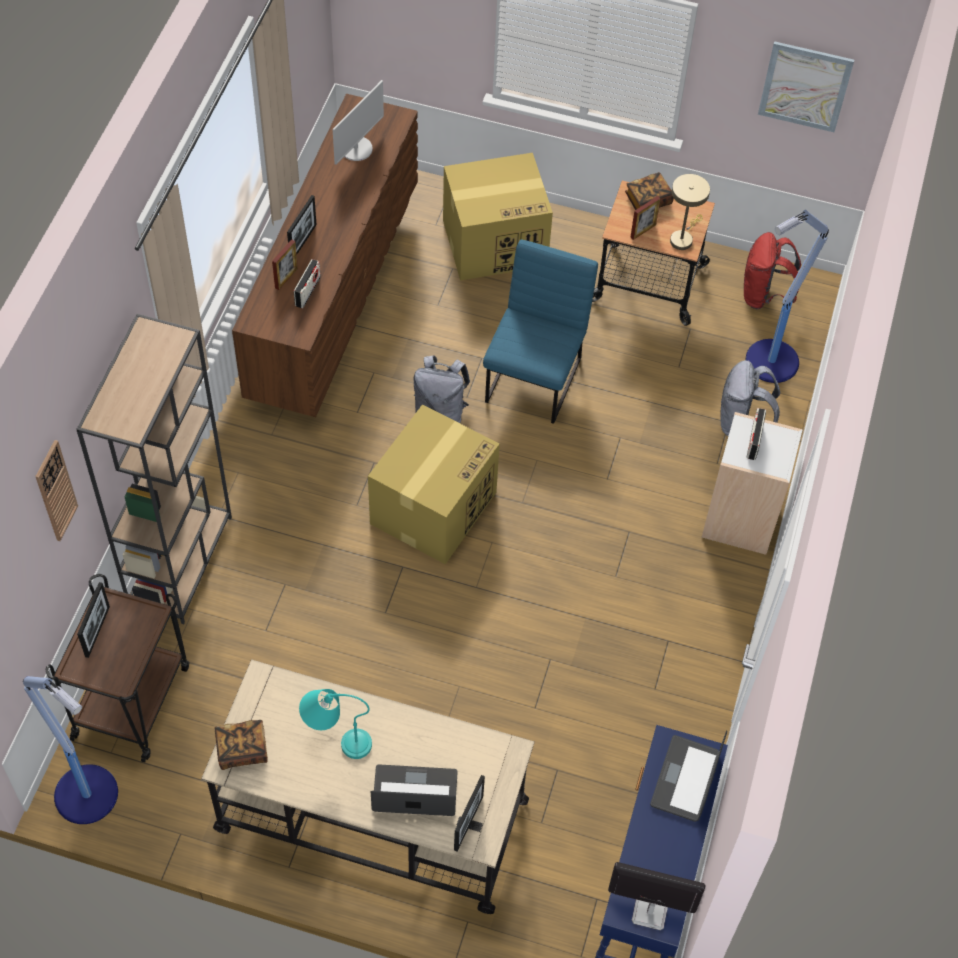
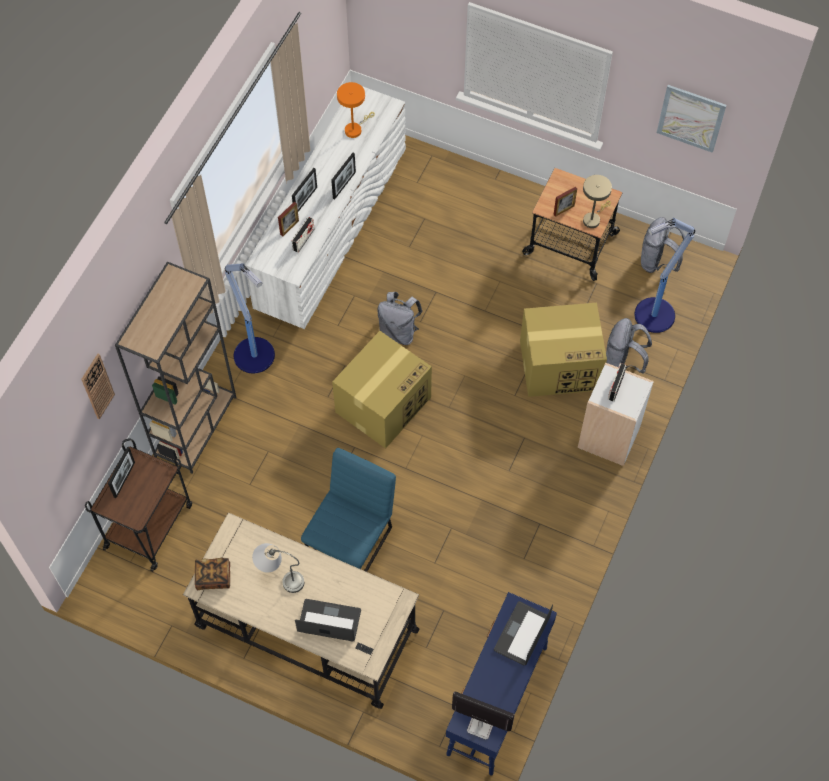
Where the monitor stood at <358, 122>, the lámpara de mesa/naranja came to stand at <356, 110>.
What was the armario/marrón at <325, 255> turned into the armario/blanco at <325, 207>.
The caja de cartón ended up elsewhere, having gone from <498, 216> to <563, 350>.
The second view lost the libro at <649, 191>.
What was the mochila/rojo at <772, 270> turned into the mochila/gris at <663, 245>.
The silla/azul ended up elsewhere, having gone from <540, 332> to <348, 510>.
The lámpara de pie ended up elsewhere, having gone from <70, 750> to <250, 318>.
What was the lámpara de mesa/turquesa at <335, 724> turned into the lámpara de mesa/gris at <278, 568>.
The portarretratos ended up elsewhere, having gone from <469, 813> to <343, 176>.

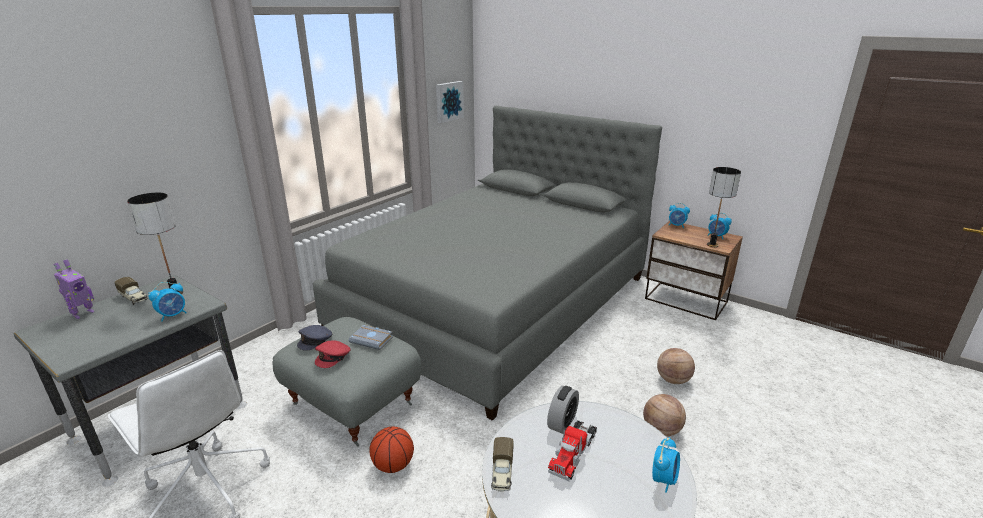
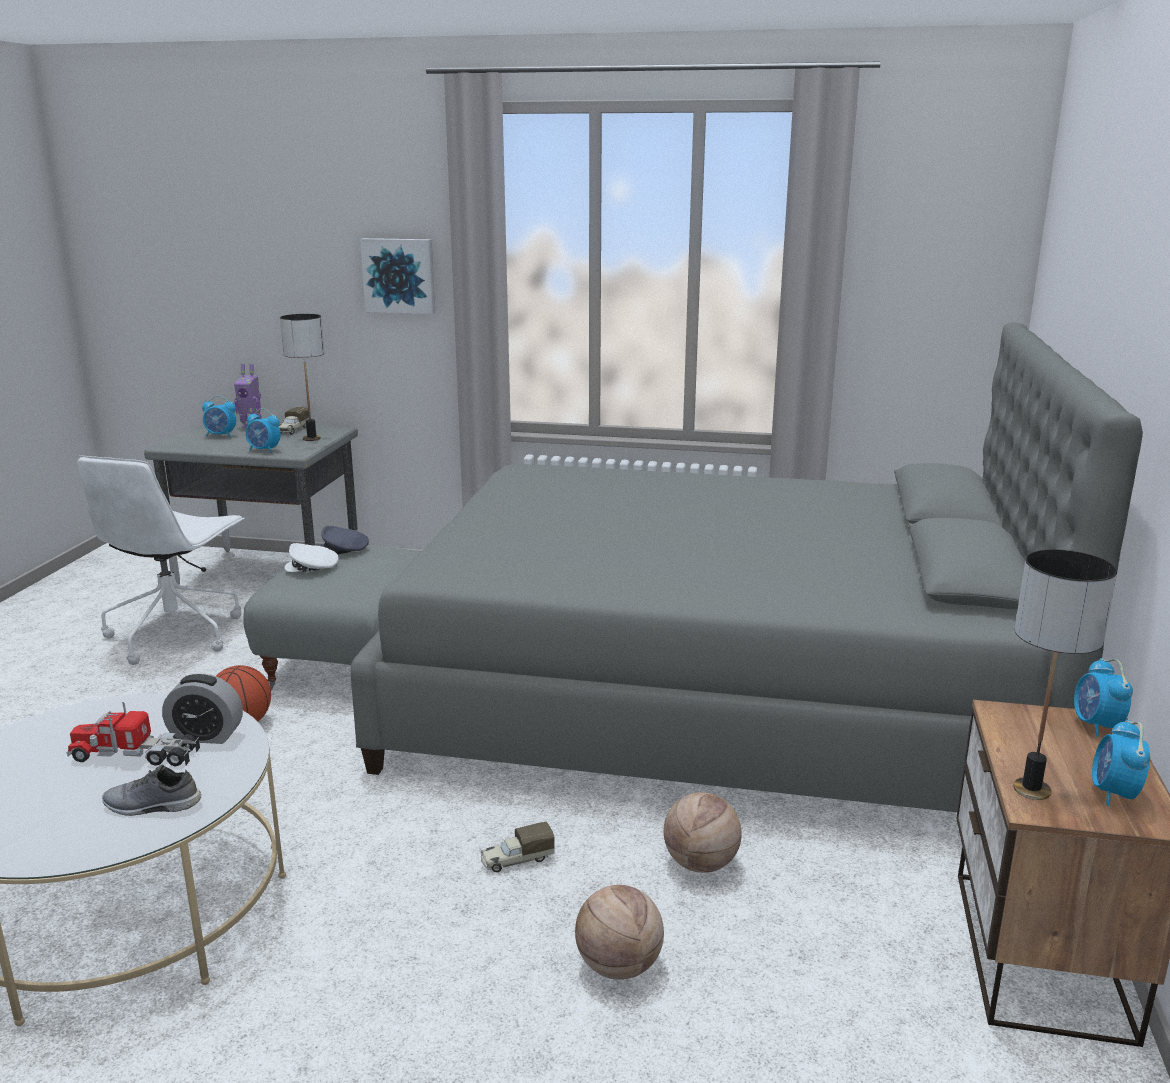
The cuadro ended up elsewhere, having gone from <450, 102> to <397, 276>.
The second view lost the libro/gris at <371, 337>.
What was the gorra/rojo at <333, 354> turned into the gorra/blanco at <311, 558>.
The balón de baloncesto ended up elsewhere, having gone from <664, 415> to <703, 832>.
The camión de juguete ended up elsewhere, having gone from <502, 464> to <518, 847>.
The despertador ended up elsewhere, having gone from <666, 465> to <219, 416>.
The second view gained the zapato/gris at <151, 790>.

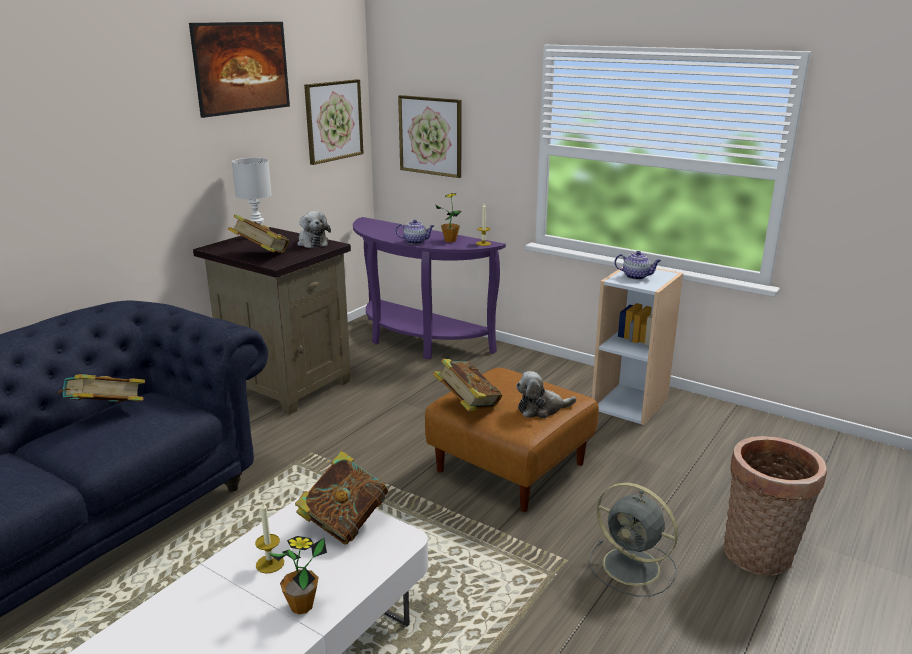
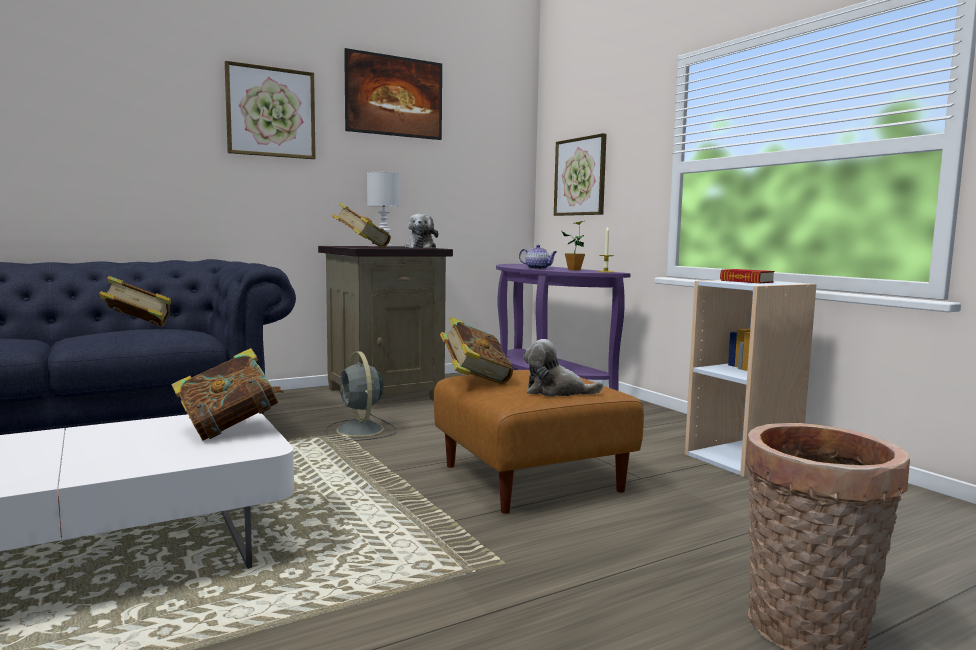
The cuadro ended up elsewhere, having gone from <334, 122> to <270, 110>.
Where the tetera stood at <637, 265>, the libro came to stand at <747, 276>.
The ventilador/gris ended up elsewhere, having gone from <633, 539> to <361, 396>.
The second view lost the vela at <269, 538>.
The second view lost the planta en maceta at <297, 575>.

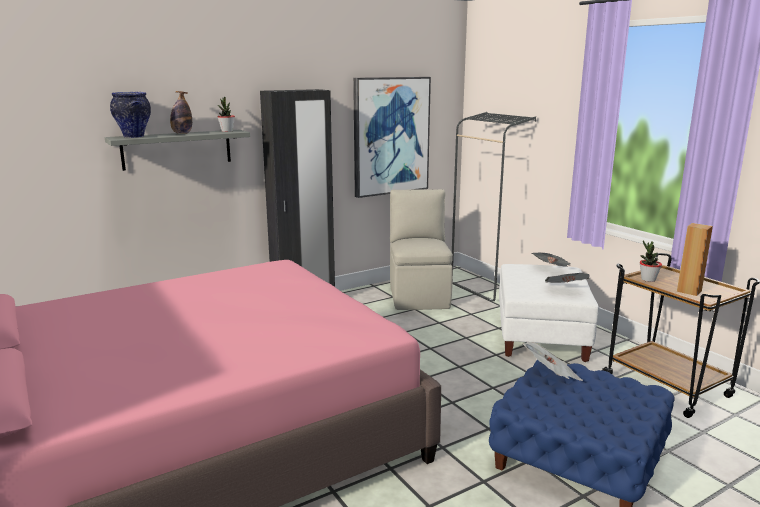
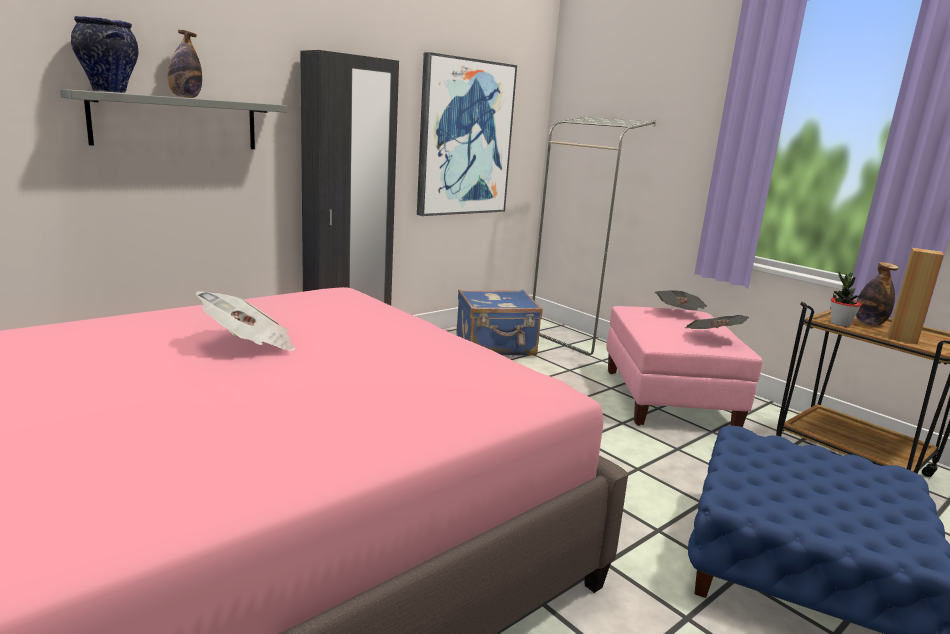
The second view lost the planta en maceta at <226, 114>.
Where the silla/beis stood at <421, 249>, the maleta/azul came to stand at <499, 322>.
What was the puf/blanco at <549, 313> turned into the puf/rosa at <684, 366>.
The periódico ended up elsewhere, having gone from <552, 361> to <246, 321>.
The second view gained the botella at <877, 294>.

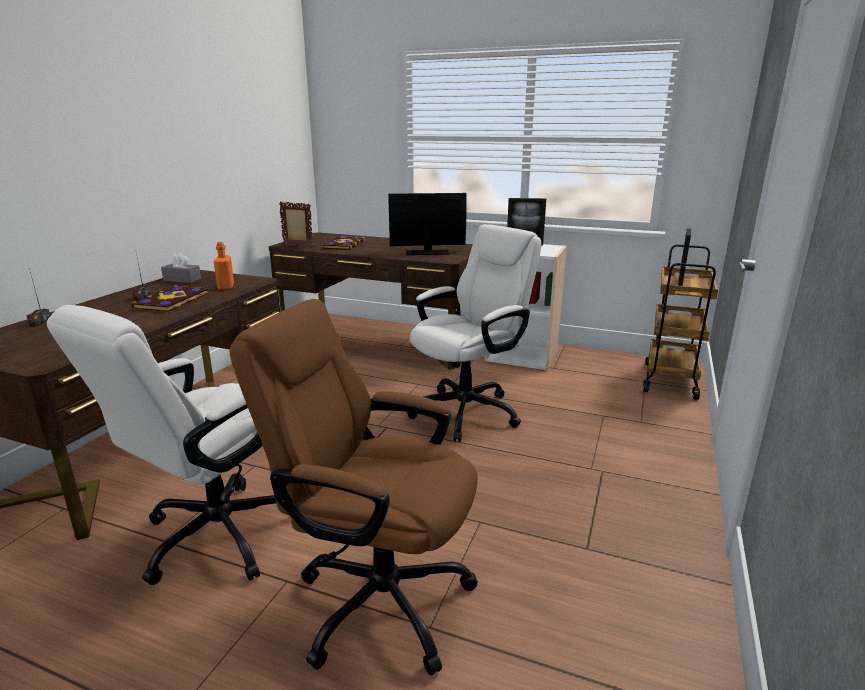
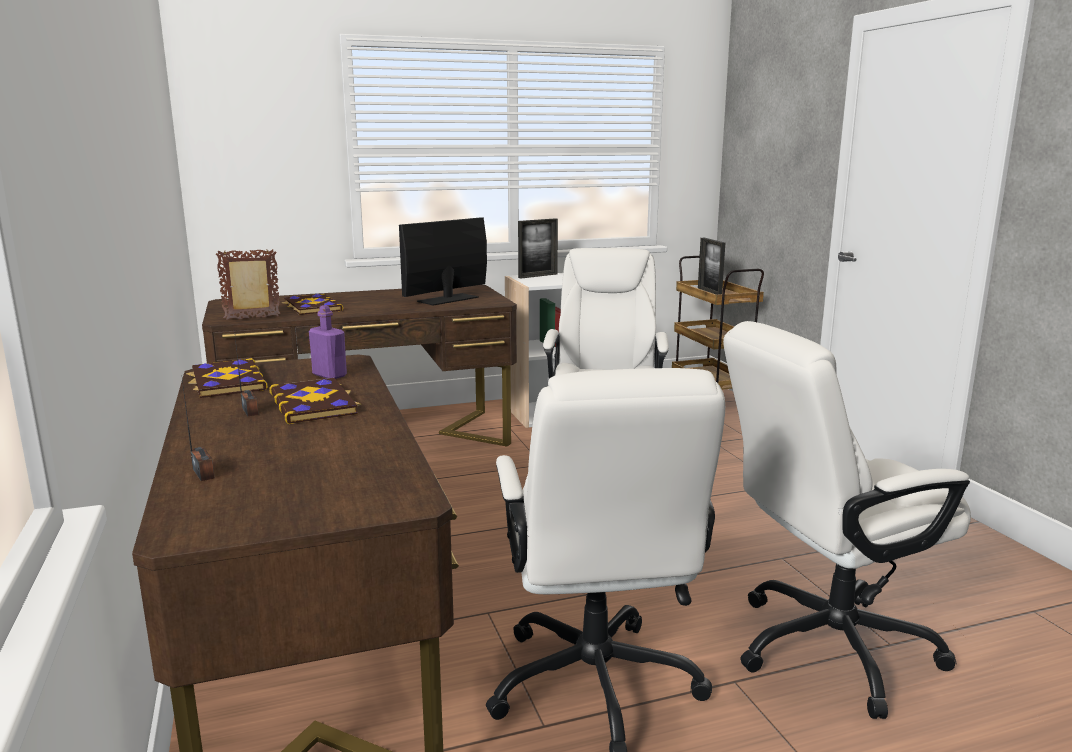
What was the botella/naranja at <224, 266> turned into the botella/morado at <328, 342>.
Where the caja de pañuelos/gris stood at <181, 268>, the libro came to stand at <226, 378>.
What was the silla de oficina/marrón at <354, 487> turned into the silla de oficina/blanco at <847, 520>.

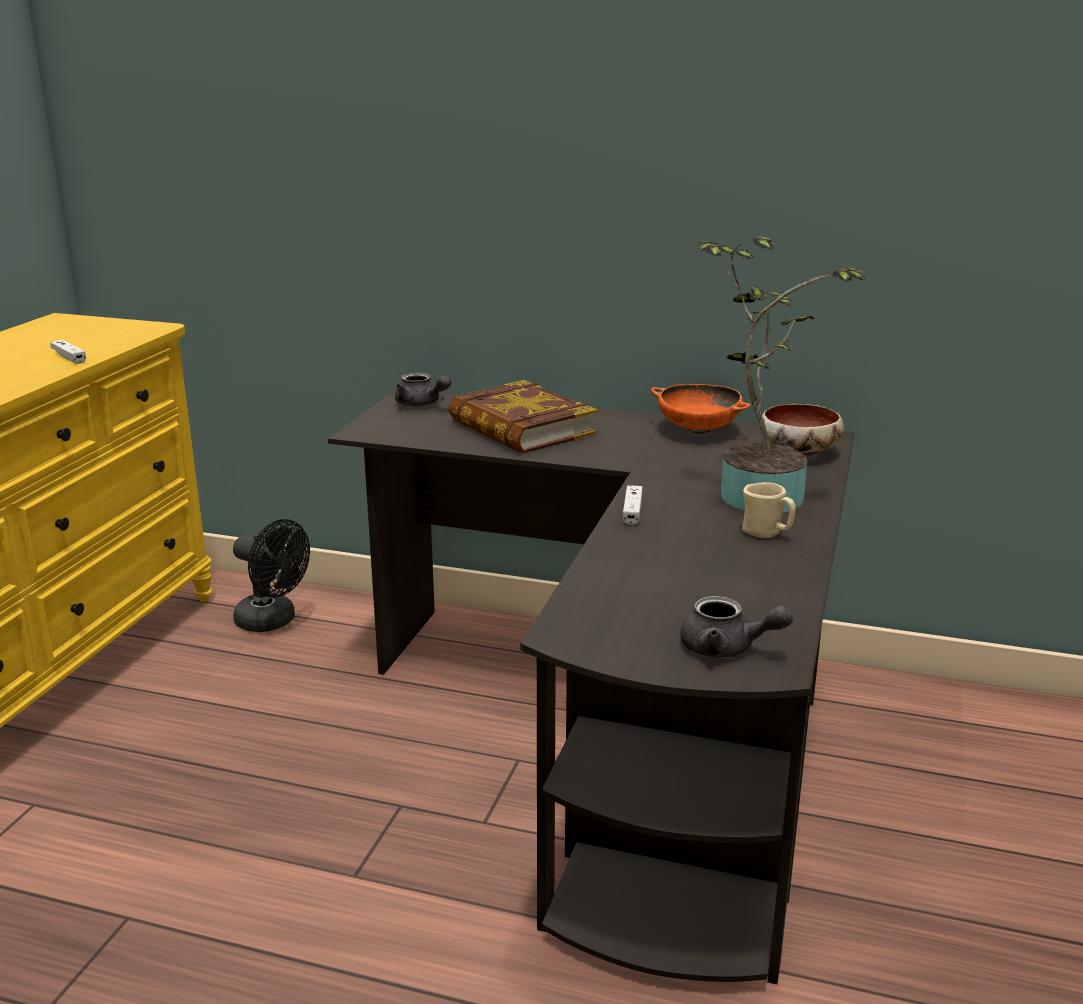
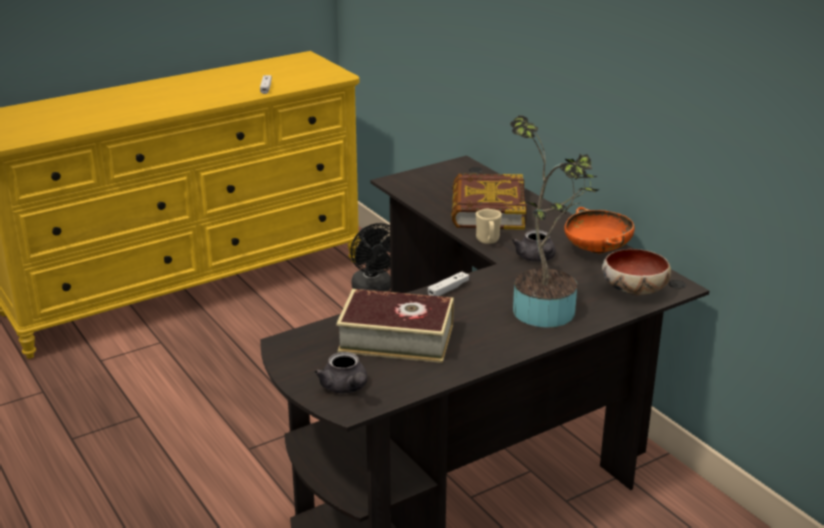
The tetera/gris ended up elsewhere, having gone from <423, 390> to <534, 246>.
The taza grande/beis ended up elsewhere, having gone from <769, 510> to <489, 226>.
The second view gained the libro at <395, 326>.

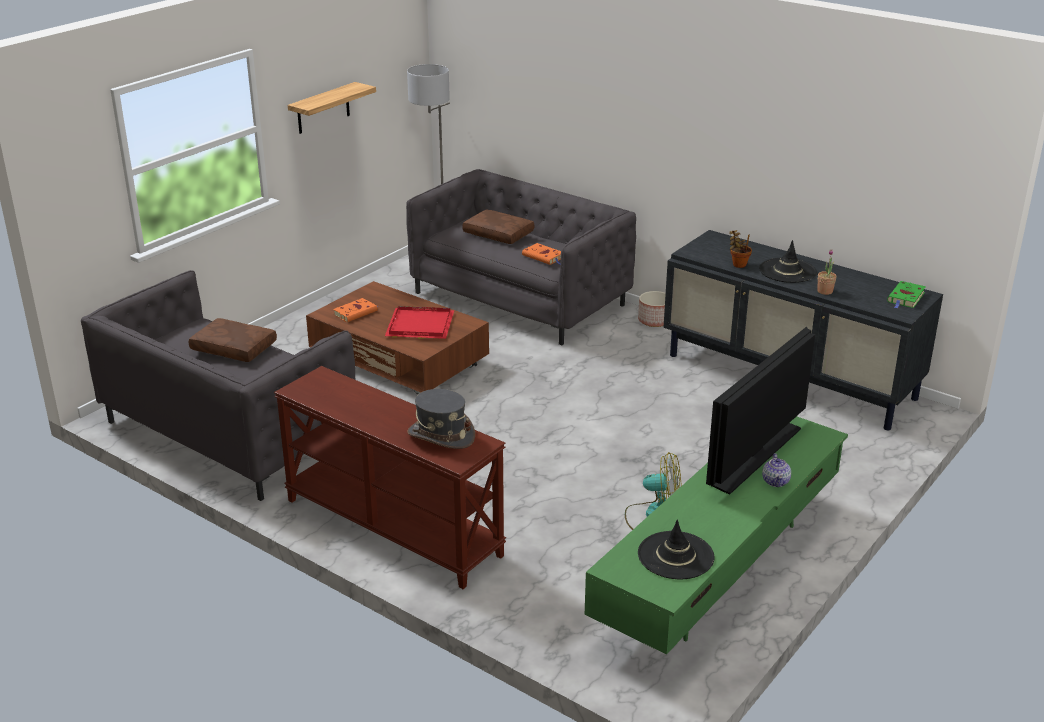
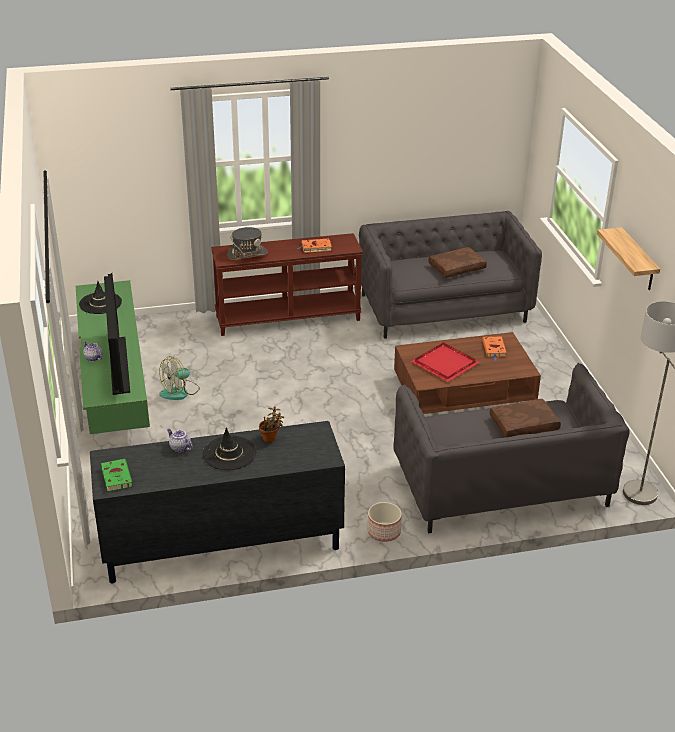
The libro/naranja ended up elsewhere, having gone from <541, 254> to <314, 245>.
Where the planta en maceta stood at <827, 272>, the tetera came to stand at <180, 440>.

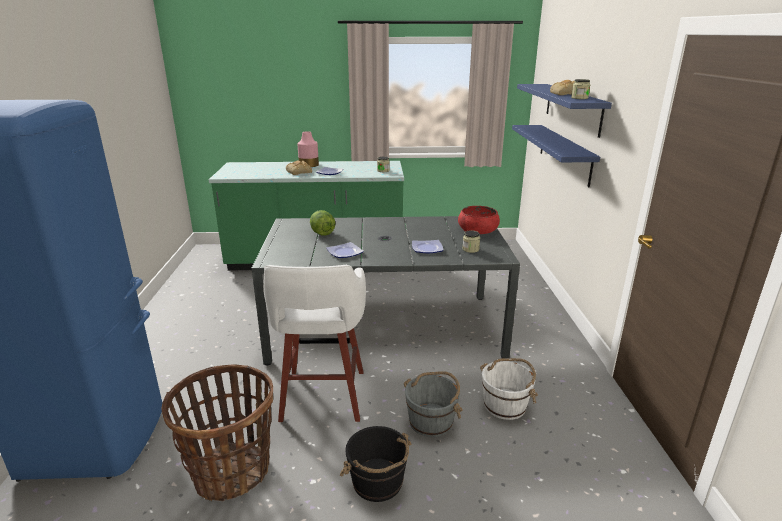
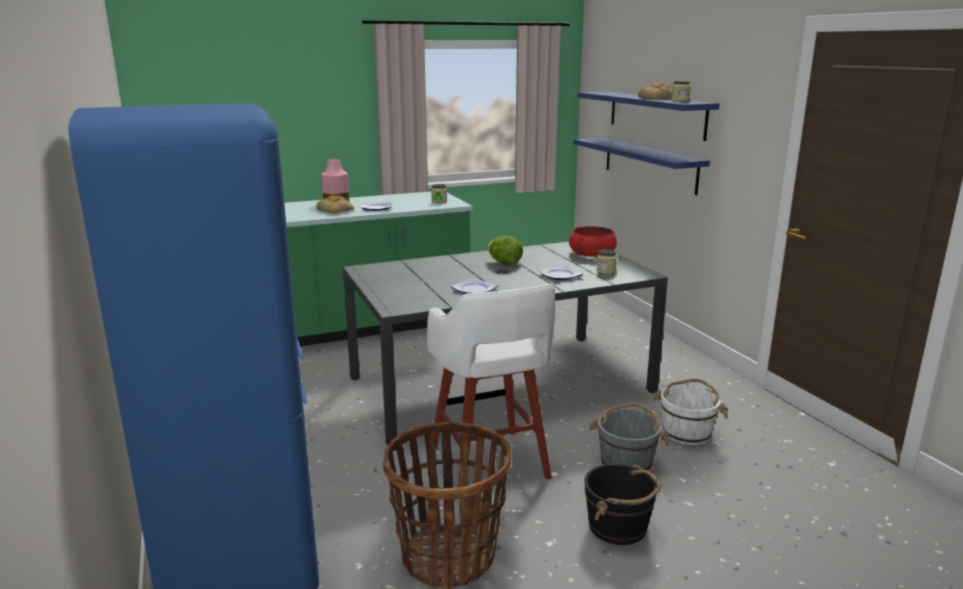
The lechuga ended up elsewhere, having gone from <323, 223> to <505, 250>.

